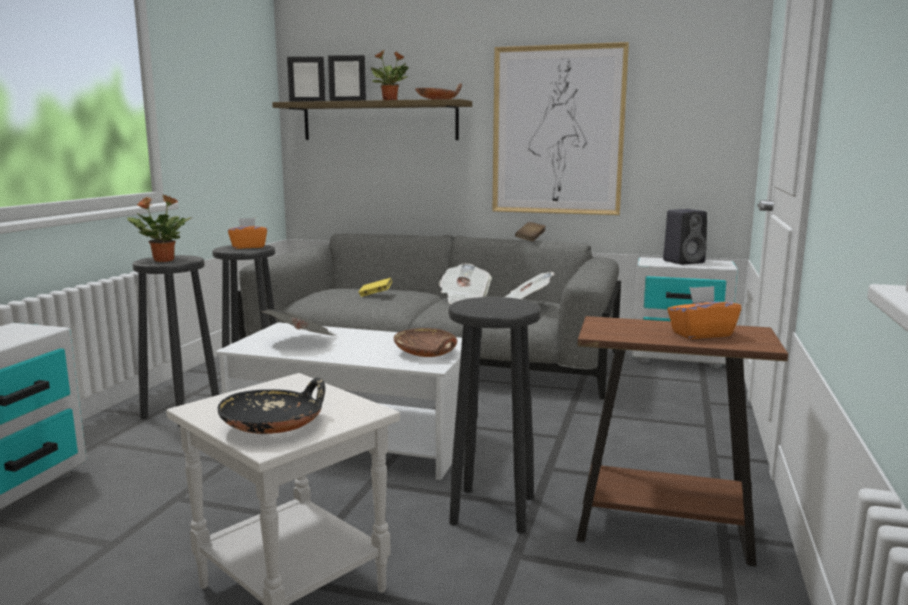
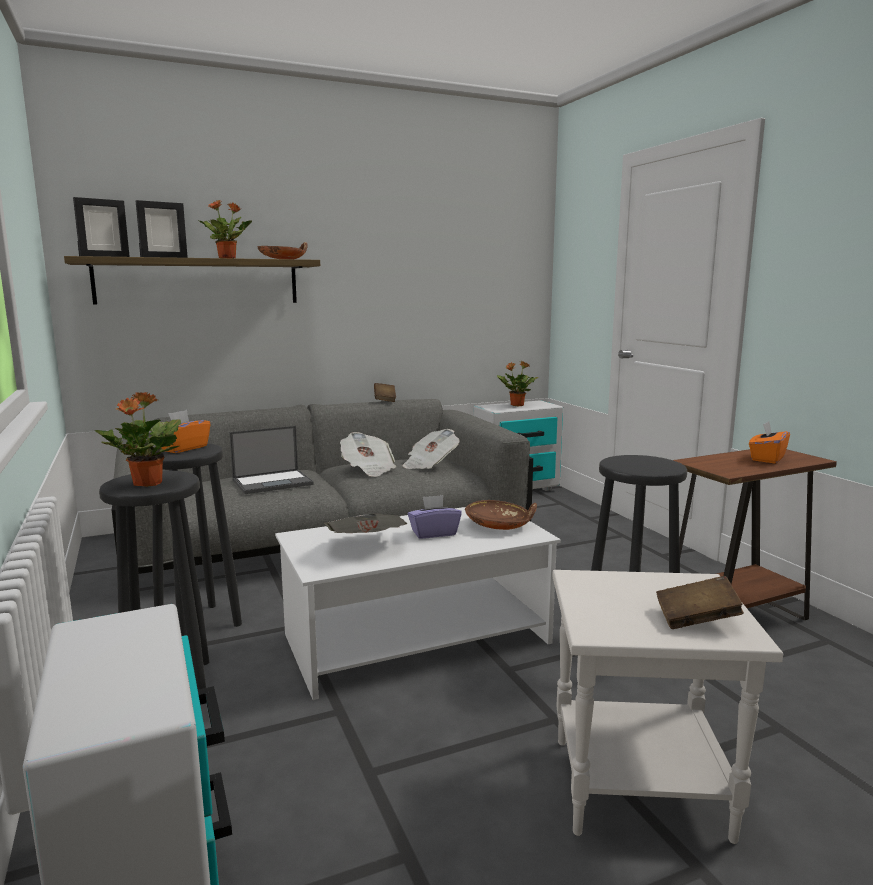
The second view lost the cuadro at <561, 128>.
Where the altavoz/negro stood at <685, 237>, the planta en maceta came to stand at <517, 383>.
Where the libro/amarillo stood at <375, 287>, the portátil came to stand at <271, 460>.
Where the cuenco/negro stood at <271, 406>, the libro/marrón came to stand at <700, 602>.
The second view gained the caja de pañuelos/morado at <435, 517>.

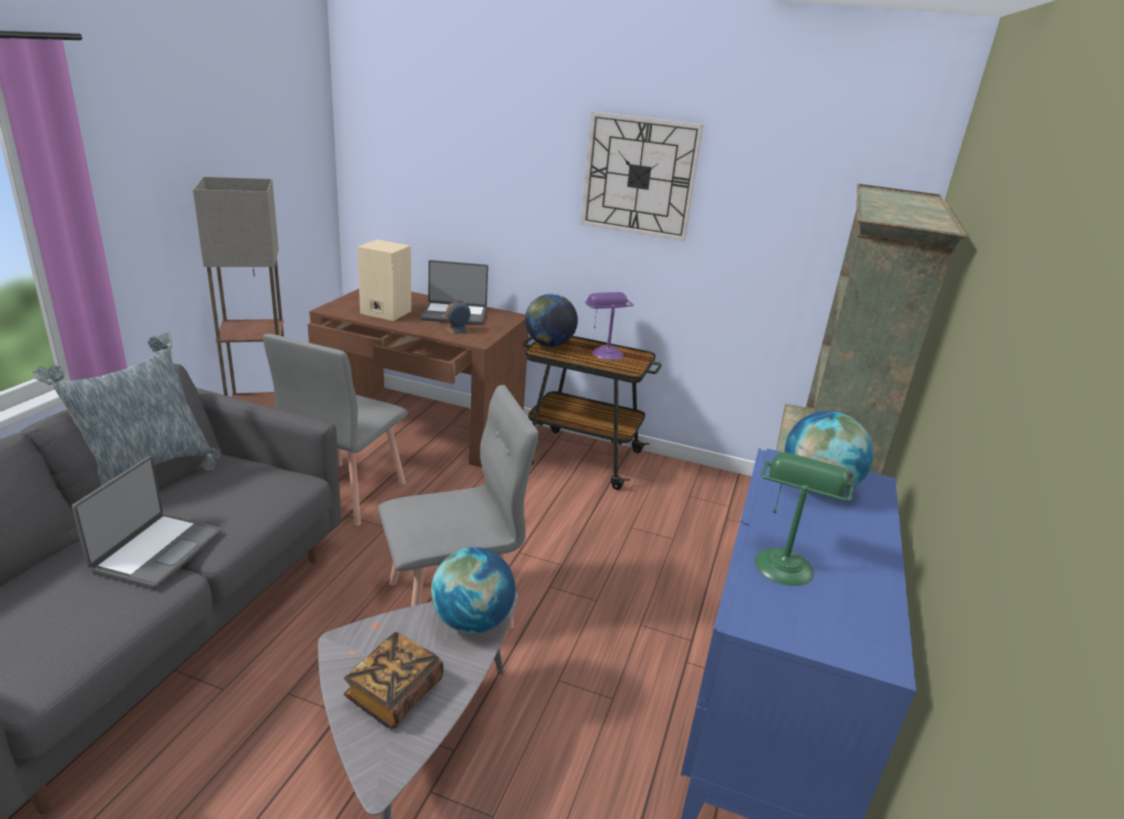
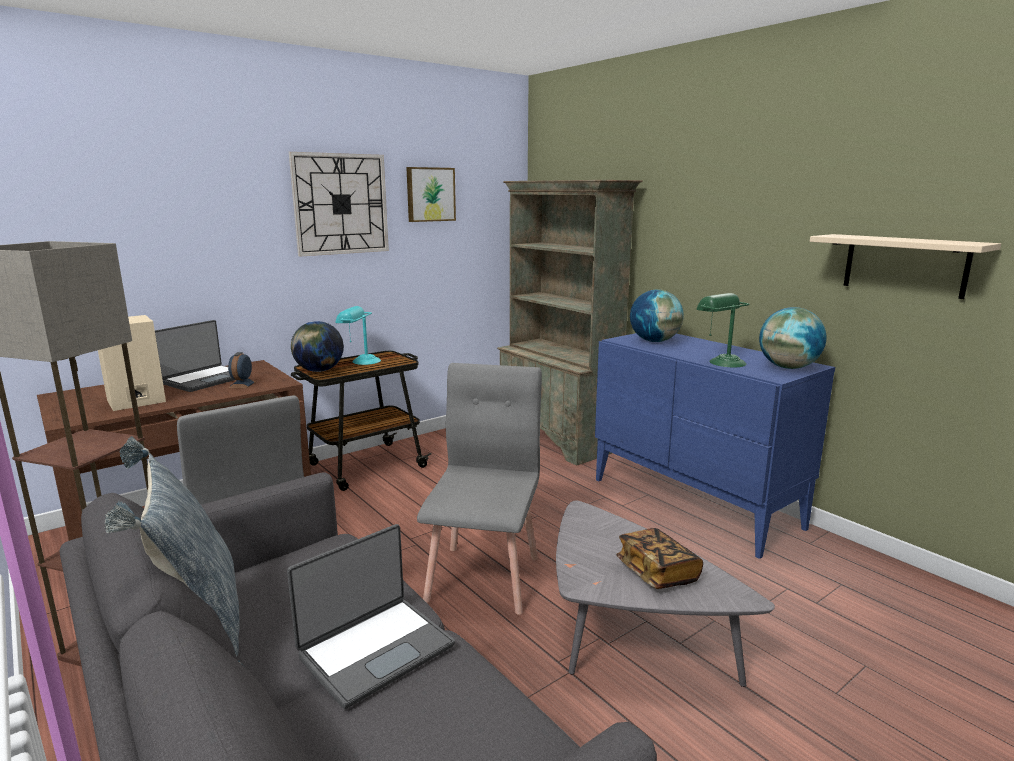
What was the lámpara de mesa/morado at <609, 326> turned into the lámpara de mesa/turquesa at <358, 335>.
The portátil at <146, 523> ended up facing another way, 90 degrees clockwise from before.
The globo terráqueo ended up elsewhere, having gone from <473, 590> to <792, 338>.
The second view gained the cuadro at <431, 194>.
The second view gained the estante/beis at <905, 266>.

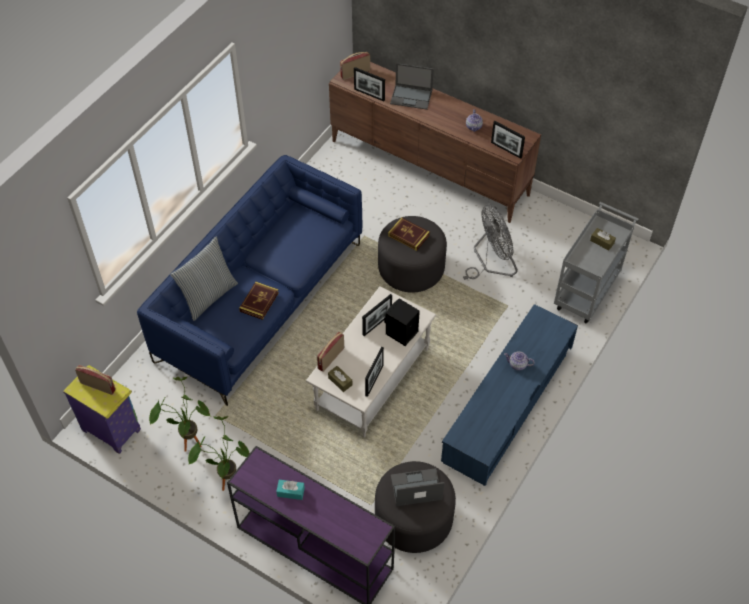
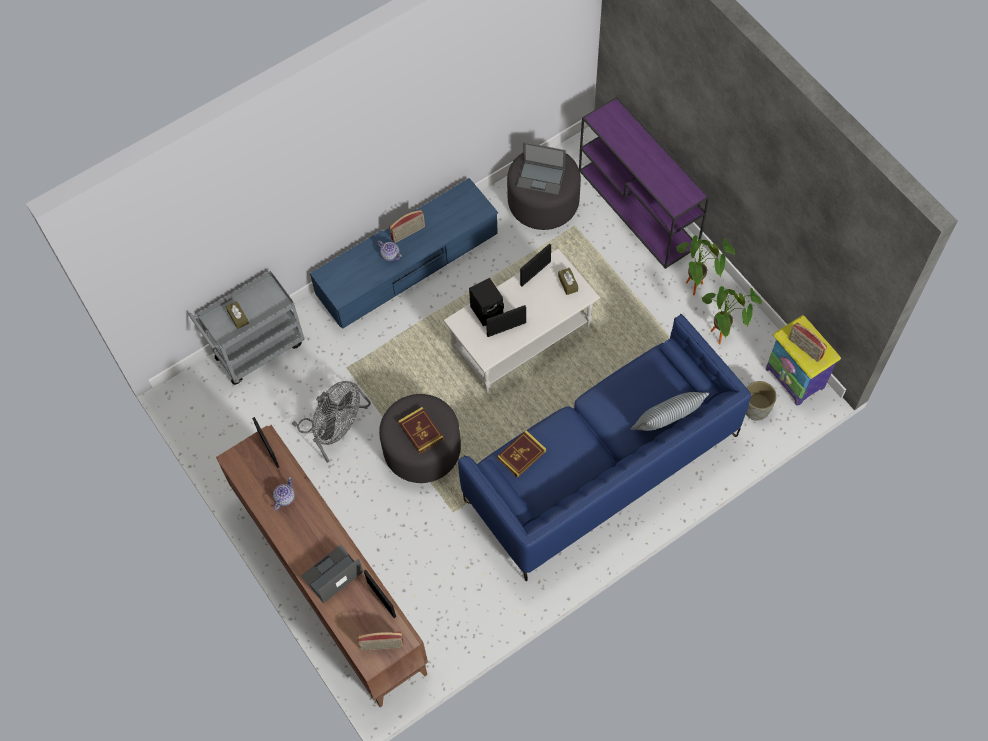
The portátil at <412, 86> ended up facing another way, 75 degrees counterclockwise from before.
The ventilador/gris at <490, 242> ended up facing another way, 150 degrees counterclockwise from before.
The libro ended up elsewhere, having gone from <259, 301> to <521, 454>.
The radio ended up elsewhere, having gone from <330, 352> to <407, 226>.
The second view lost the caja de pañuelos/turquesa at <290, 490>.
The second view gained the maceta/gris at <761, 401>.

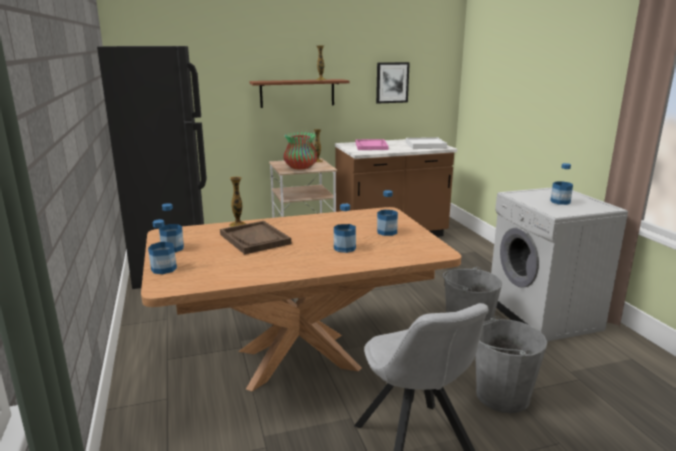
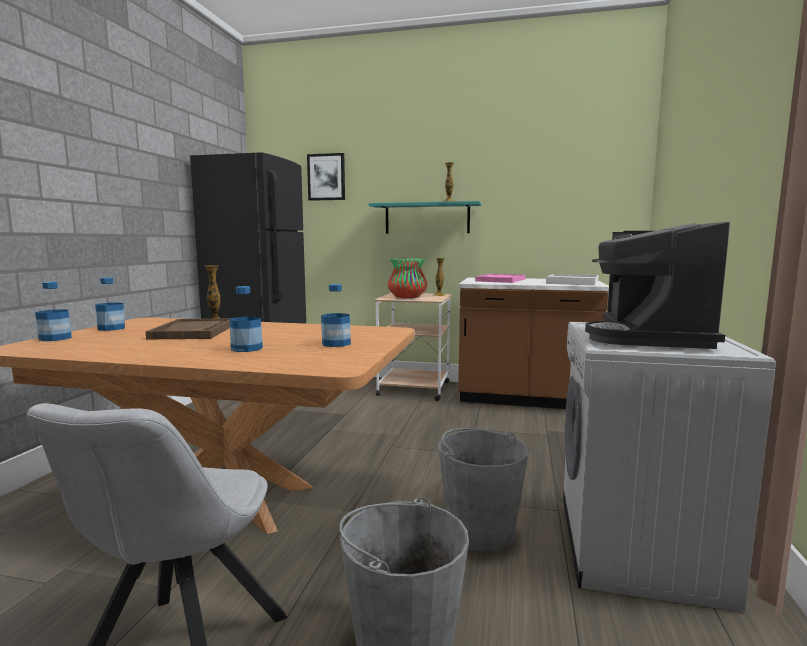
The cuadro ended up elsewhere, having gone from <393, 83> to <326, 177>.
What was the estante/marrón at <299, 93> turned into the estante/turquesa at <425, 217>.
Where the botella stood at <561, 184>, the cafetera came to stand at <657, 285>.

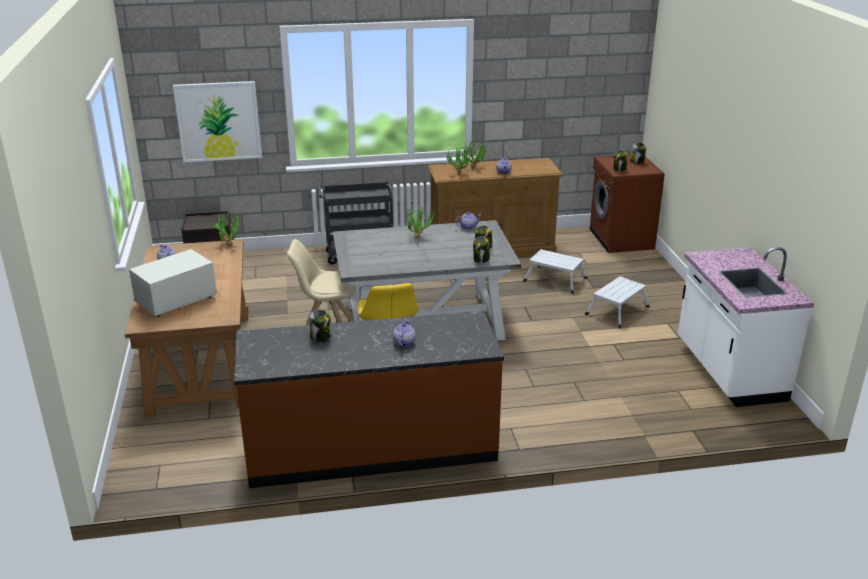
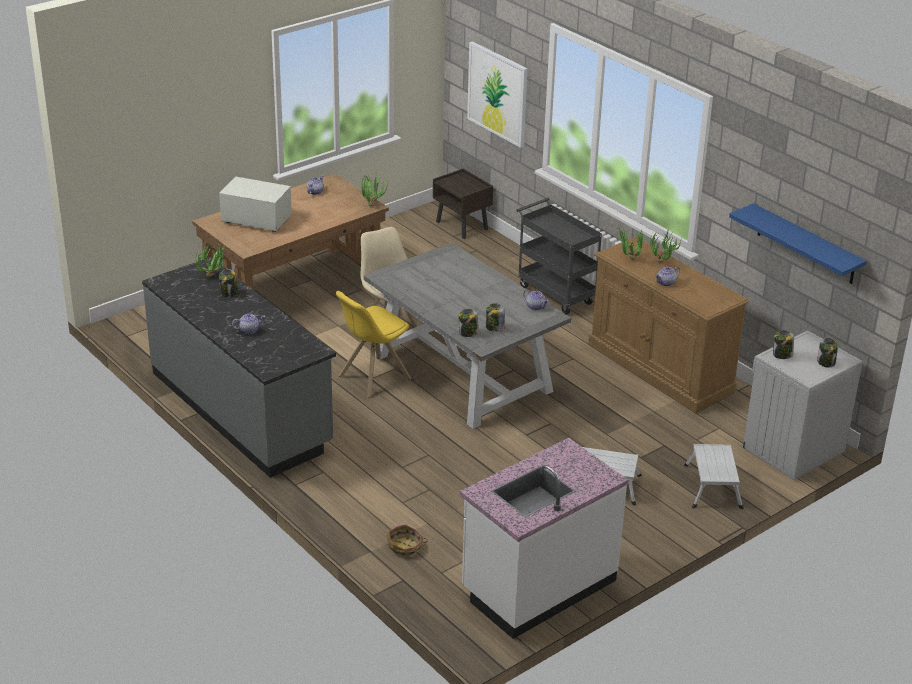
What was the lavadora/marrón at <627, 203> turned into the lavadora/blanco at <803, 405>.
The planta en maceta ended up elsewhere, having gone from <421, 222> to <209, 260>.
The escalera de tijera/blanco ended up elsewhere, having gone from <555, 271> to <714, 476>.
What was the mueble bajo de cocina/marrón at <369, 399> turned into the mueble bajo de cocina/gris at <239, 367>.
The second view gained the estante/azul at <798, 243>.
The second view gained the cesta at <407, 540>.

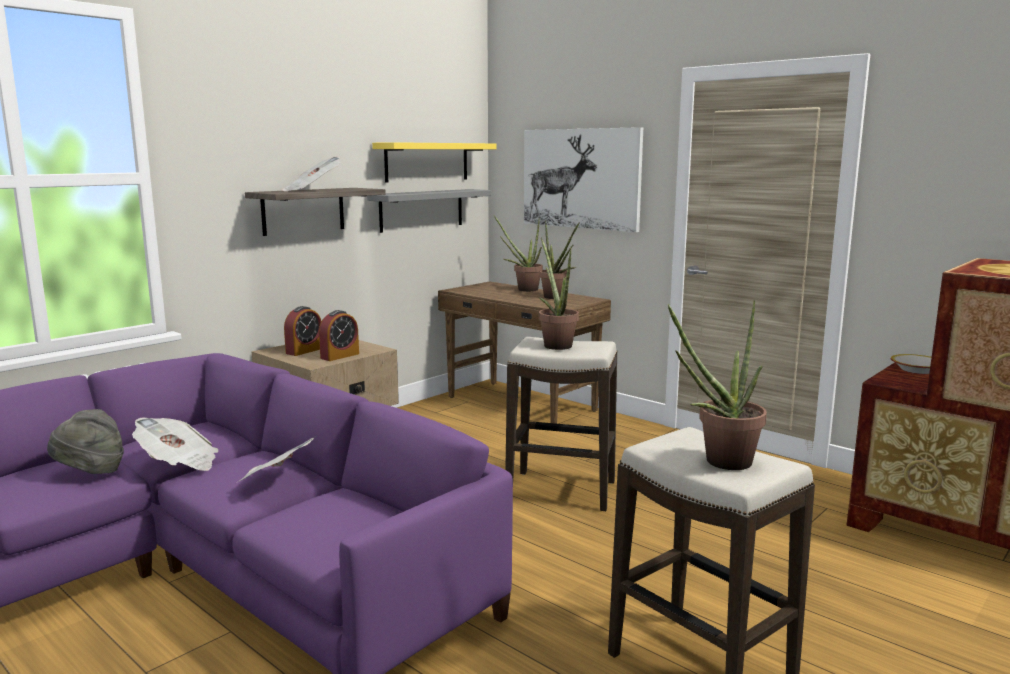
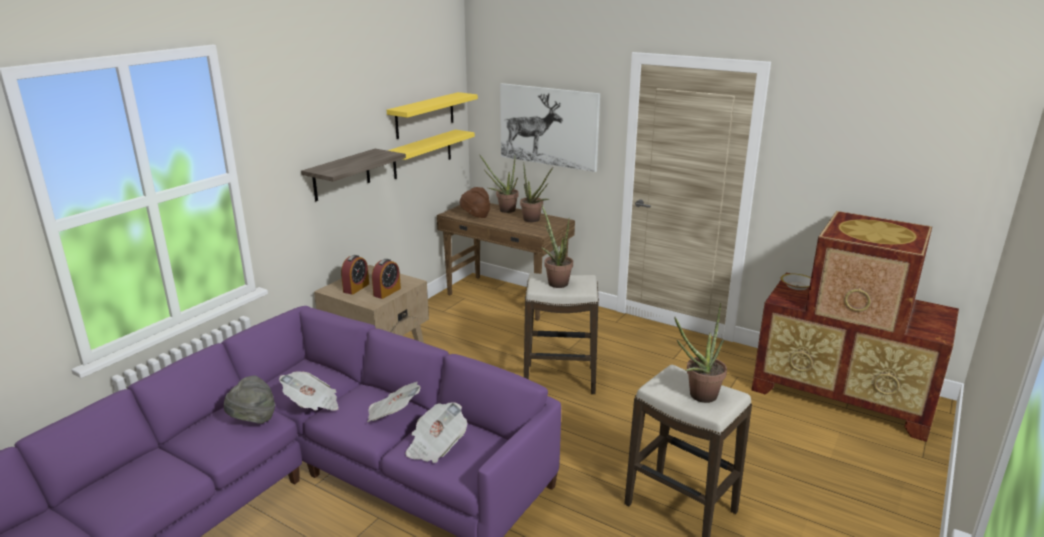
The periódico ended up elsewhere, having gone from <311, 173> to <436, 432>.
What was the estante/gris at <429, 211> turned into the estante/amarillo at <431, 154>.
The second view gained the sombrero/marrón at <474, 202>.

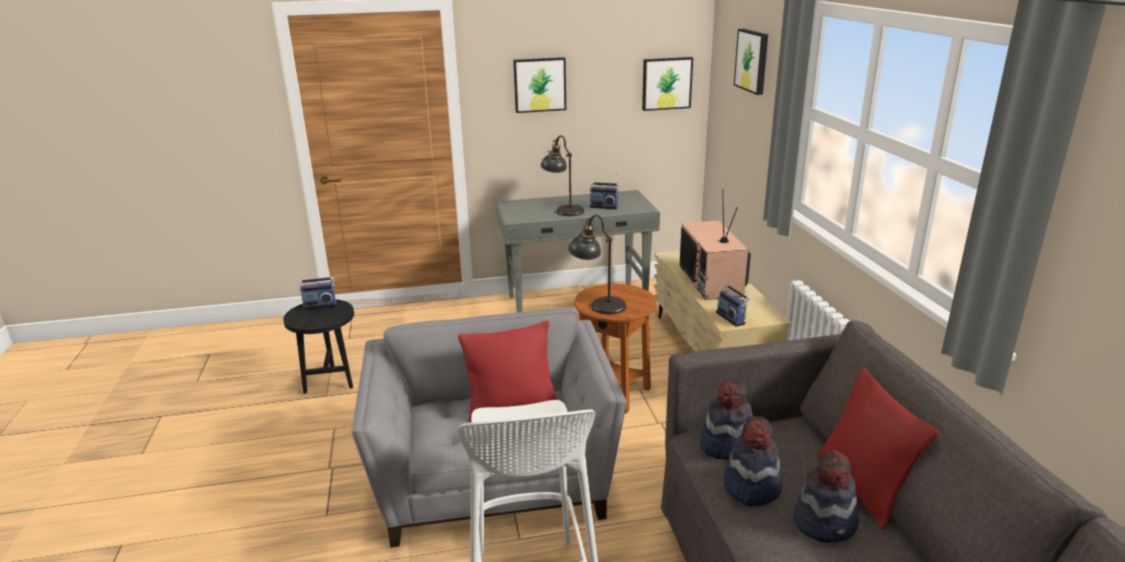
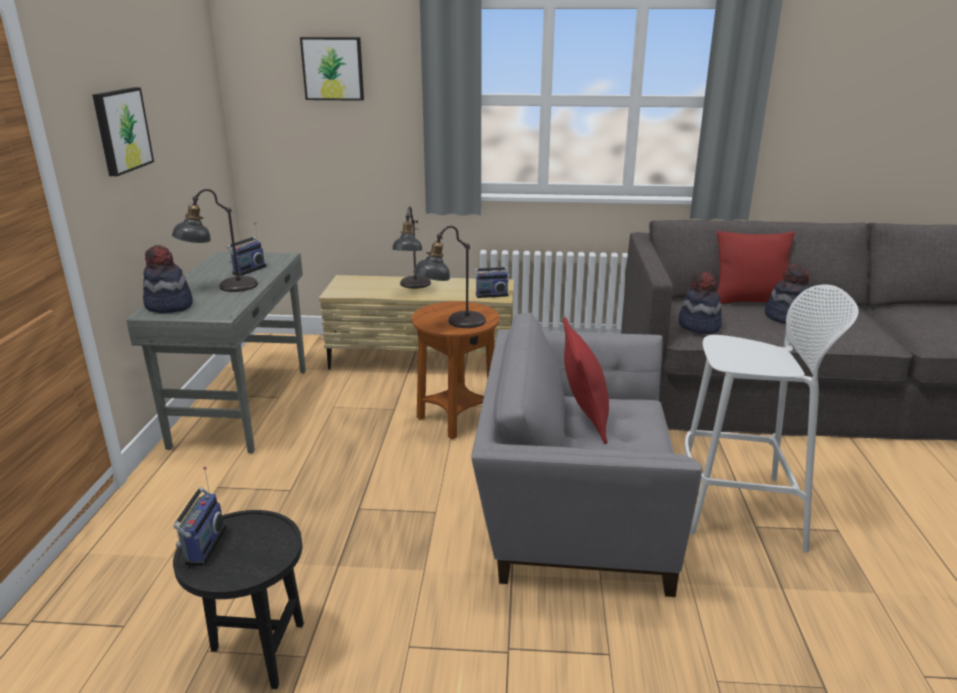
The second view lost the cuadro at <667, 84>.
Where the televisor stood at <715, 244>, the lámpara de mesa/gris came to stand at <411, 247>.
The sombrero ended up elsewhere, having gone from <752, 461> to <168, 279>.

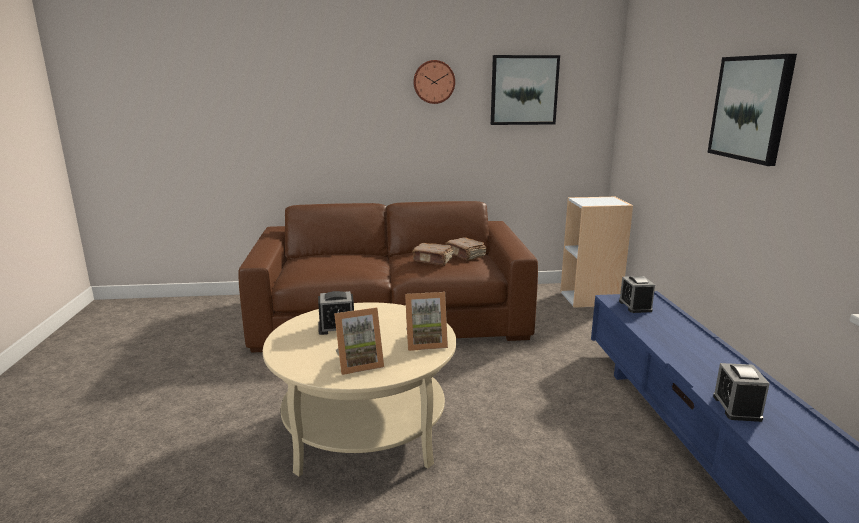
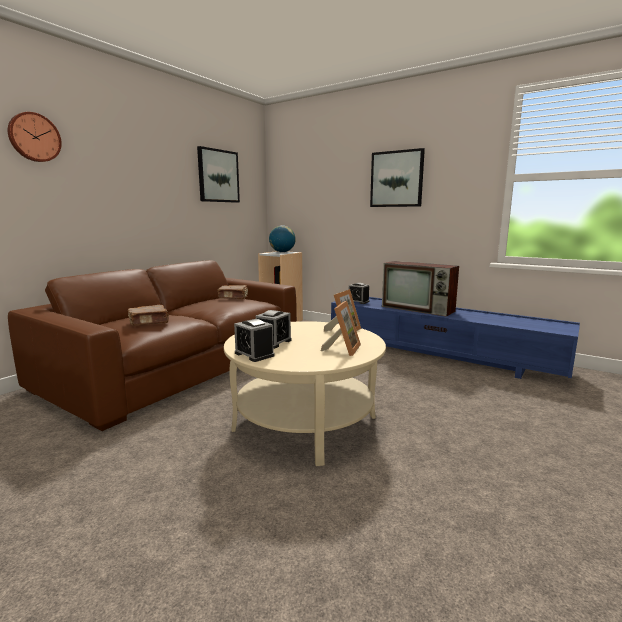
The reloj de pared ended up elsewhere, having gone from <434, 82> to <35, 137>.
The libro/marrón ended up elsewhere, having gone from <432, 254> to <148, 315>.
The despertador ended up elsewhere, having gone from <741, 392> to <254, 340>.
The second view gained the globo terráqueo at <282, 238>.
The second view gained the televisor at <420, 289>.

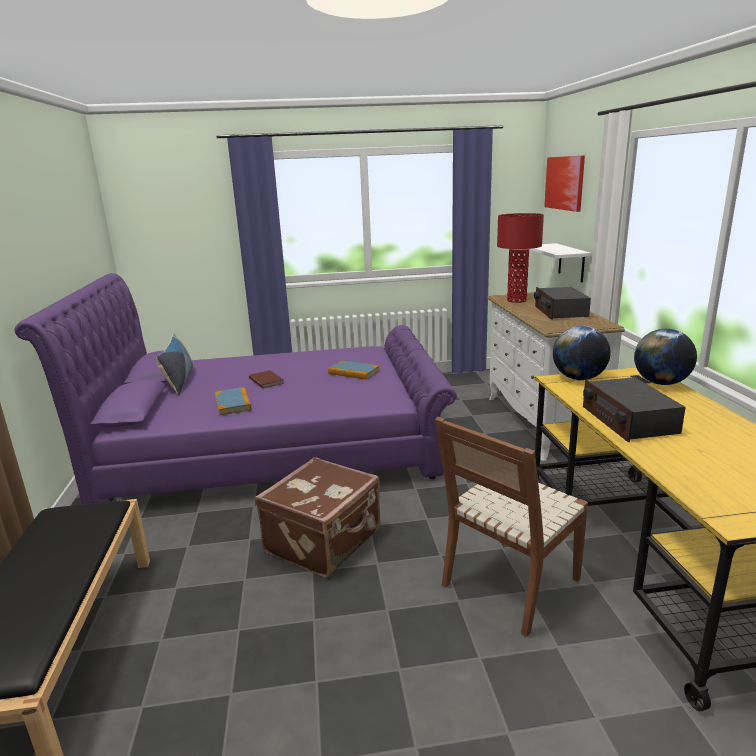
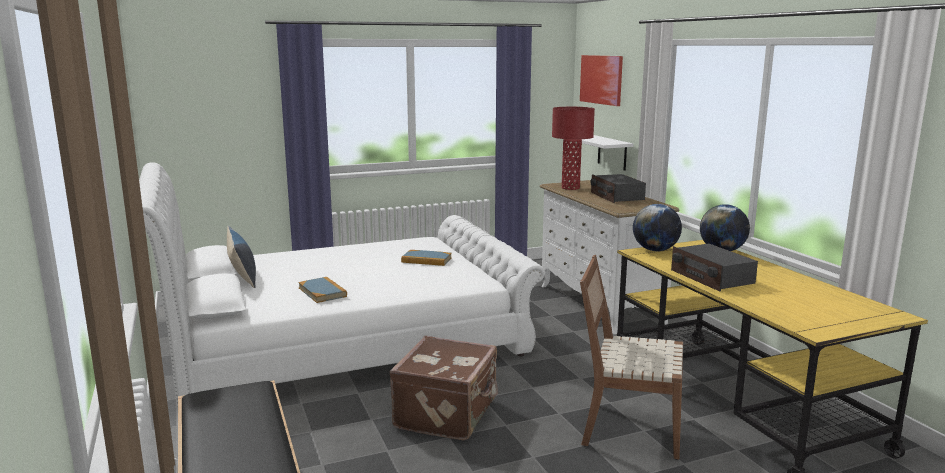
What was the cama/morado at <235, 388> turned into the cama/blanco at <342, 286>.
The second view lost the libro/marrón at <266, 379>.
The silla at <511, 527> ended up facing another way, 75 degrees clockwise from before.

